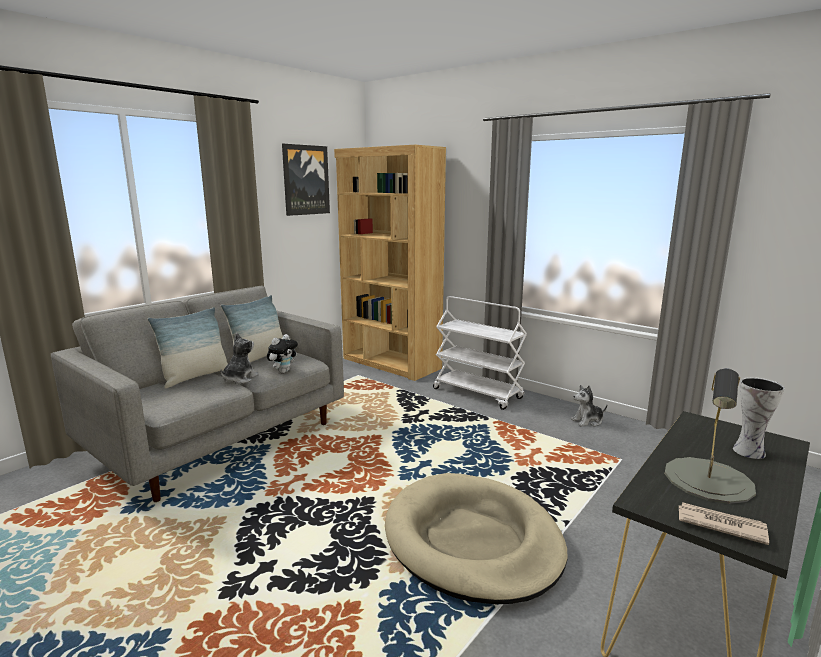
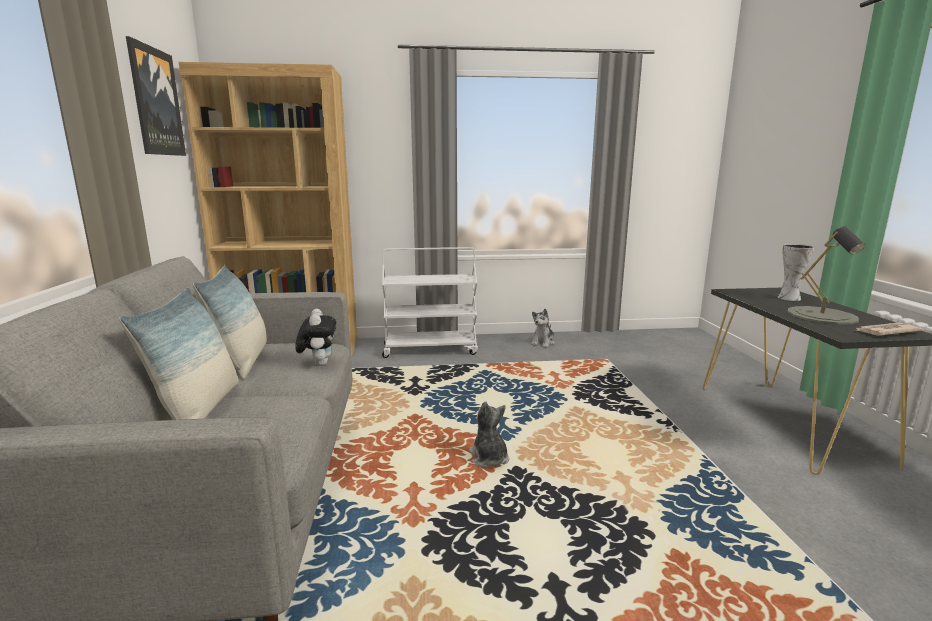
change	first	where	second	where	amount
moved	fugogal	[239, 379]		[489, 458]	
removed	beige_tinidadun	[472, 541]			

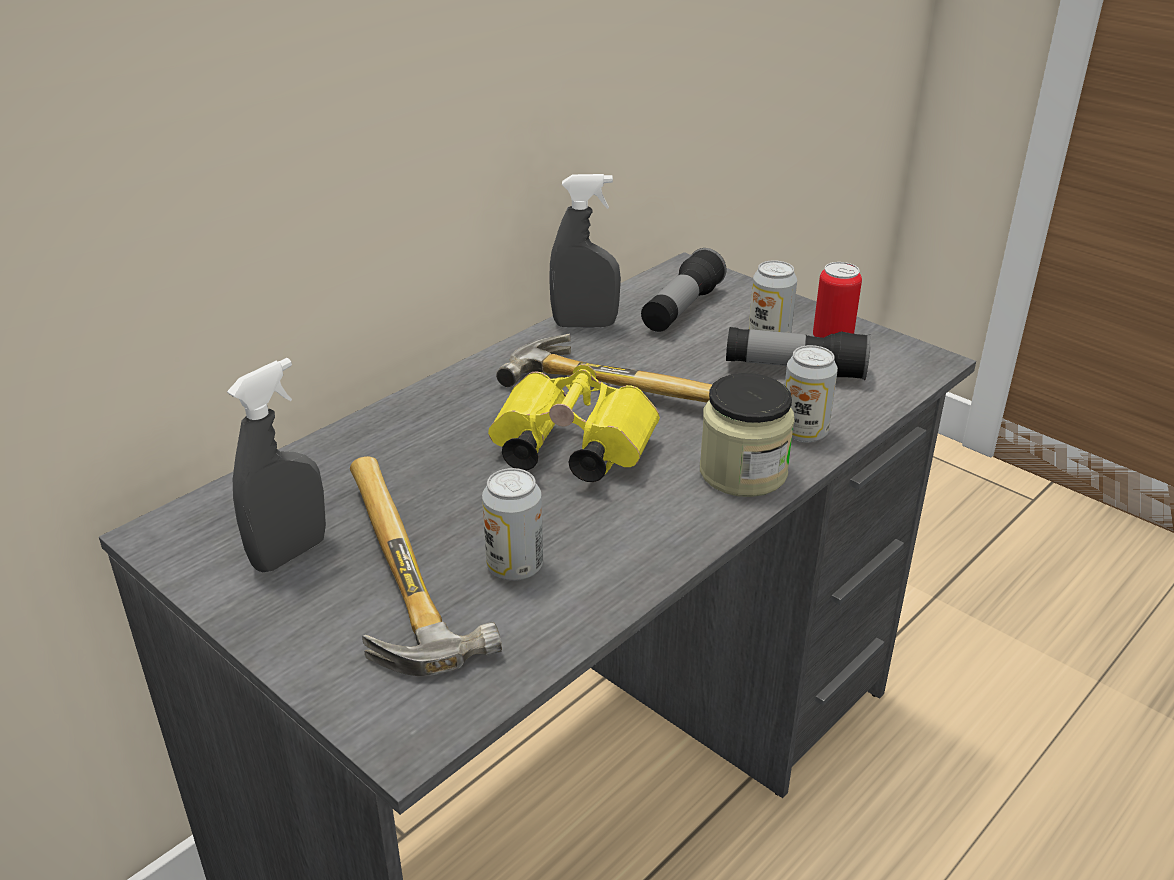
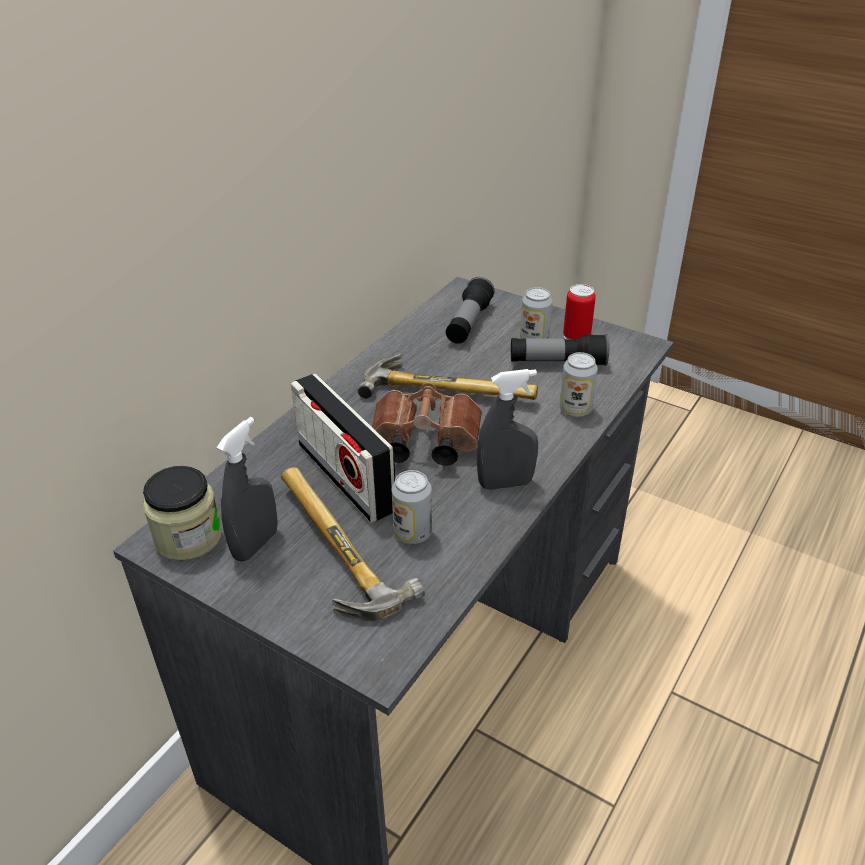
change	first	where	second	where	amount
moved	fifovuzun	[743, 472]		[188, 537]	
added			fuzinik	[345, 477]	
recoloured	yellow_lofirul	[567, 452]	brown_lofirul	[422, 443]	
moved	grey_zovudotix	[585, 325]		[505, 483]	

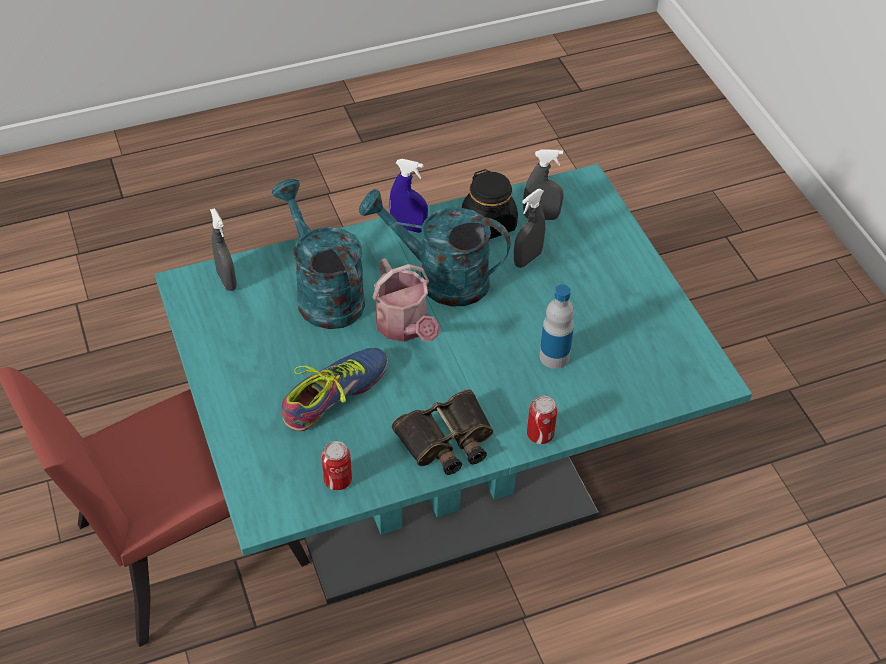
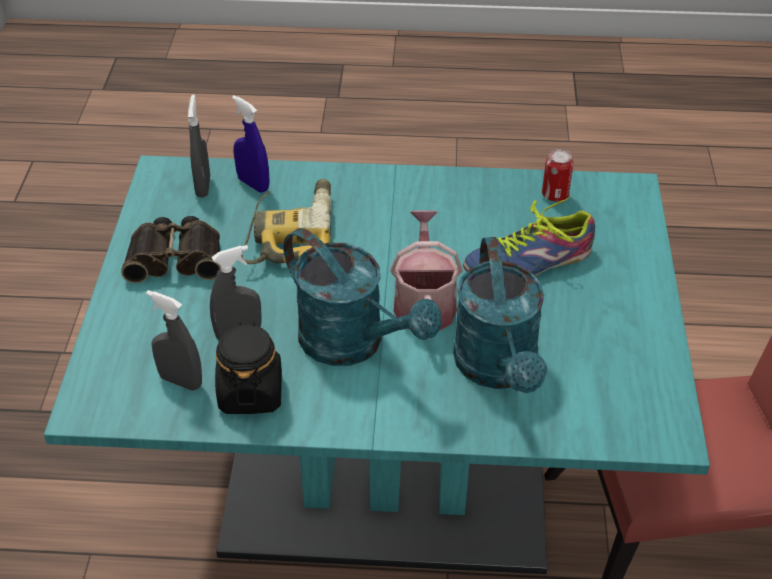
change	first	where	second	where	amount
moved	lofirul	[447, 441]		[176, 257]	
moved	grey_zovudotix	[226, 280]		[203, 187]	
moved	blue_zovudotix	[408, 227]		[253, 184]	
replaced	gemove	[554, 357]	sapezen	[290, 231]	
removed	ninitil	[540, 434]			

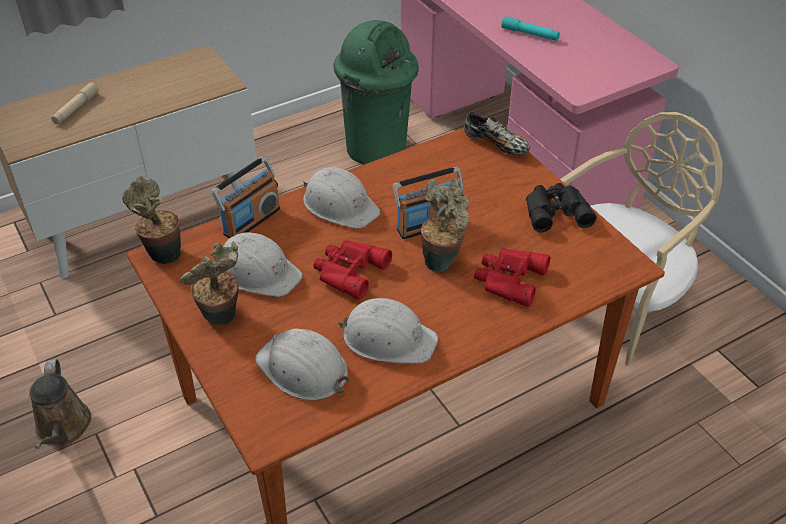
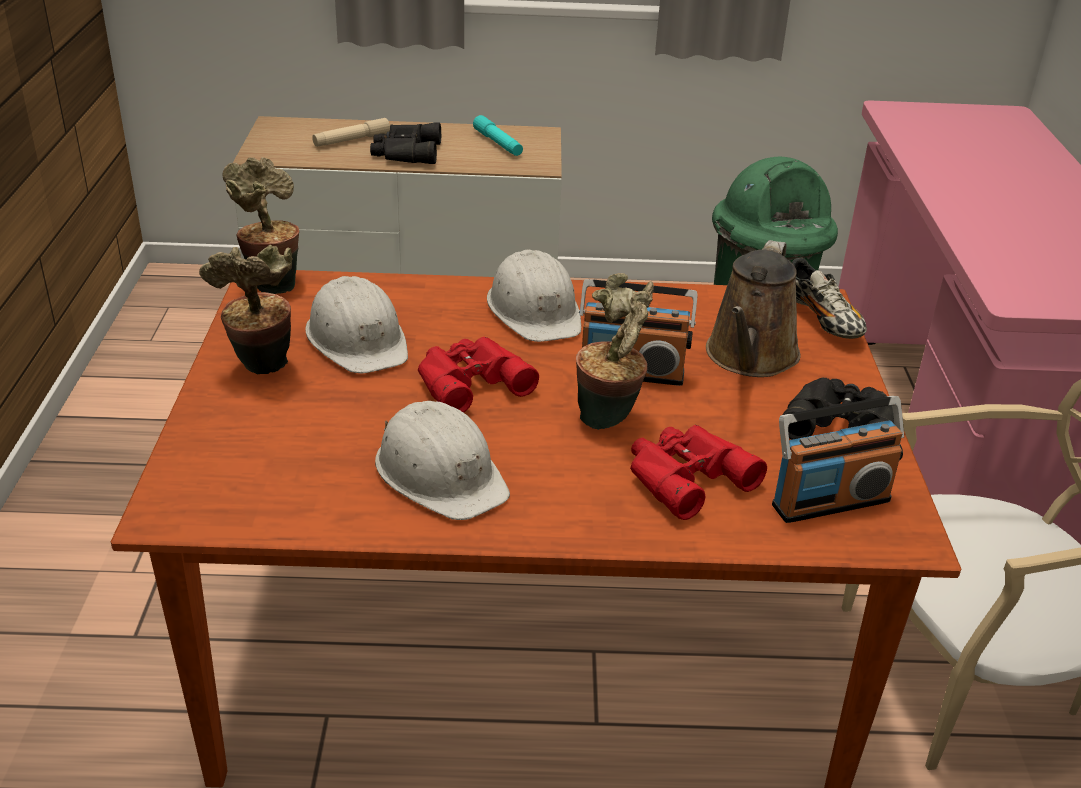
change	first	where	second	where	amount
added			black_lofirul	[405, 152]	
moved	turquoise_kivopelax	[530, 34]		[498, 143]	
moved	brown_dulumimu	[63, 428]		[750, 357]	
moved	fuzinik	[251, 221]		[829, 502]	
removed	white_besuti	[303, 369]			

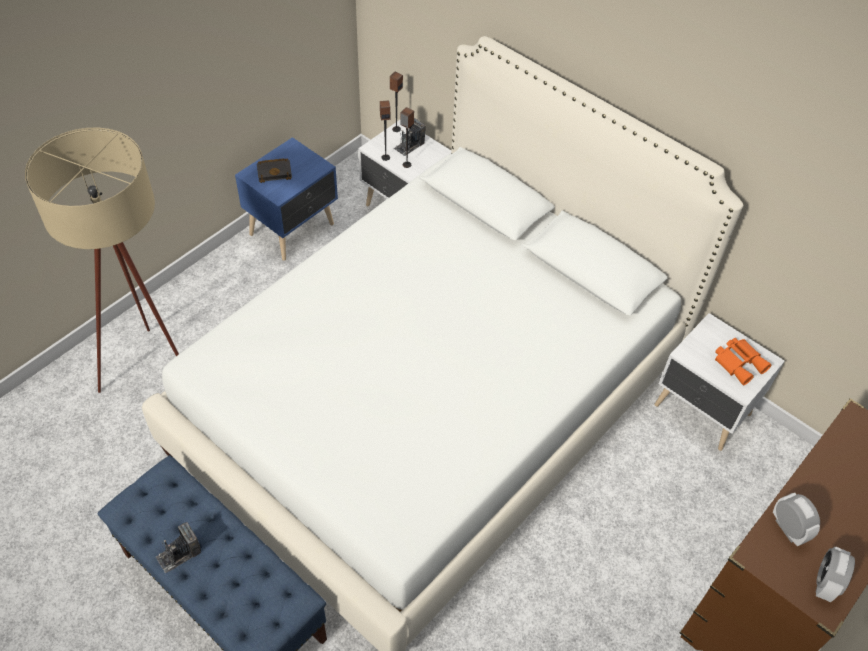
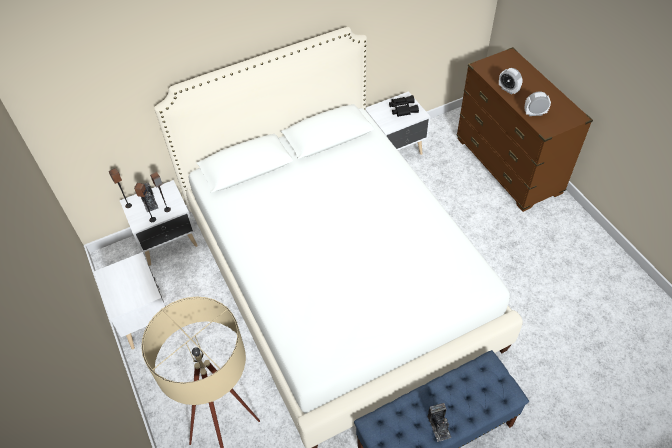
change	first	where	second	where	amount
recoloured	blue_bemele	[294, 229]	white_bemele	[145, 318]	
recoloured	orange_lofirul	[739, 362]	black_lofirul	[402, 108]	
moved	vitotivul	[825, 583]		[508, 89]	
removed	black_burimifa	[275, 172]			

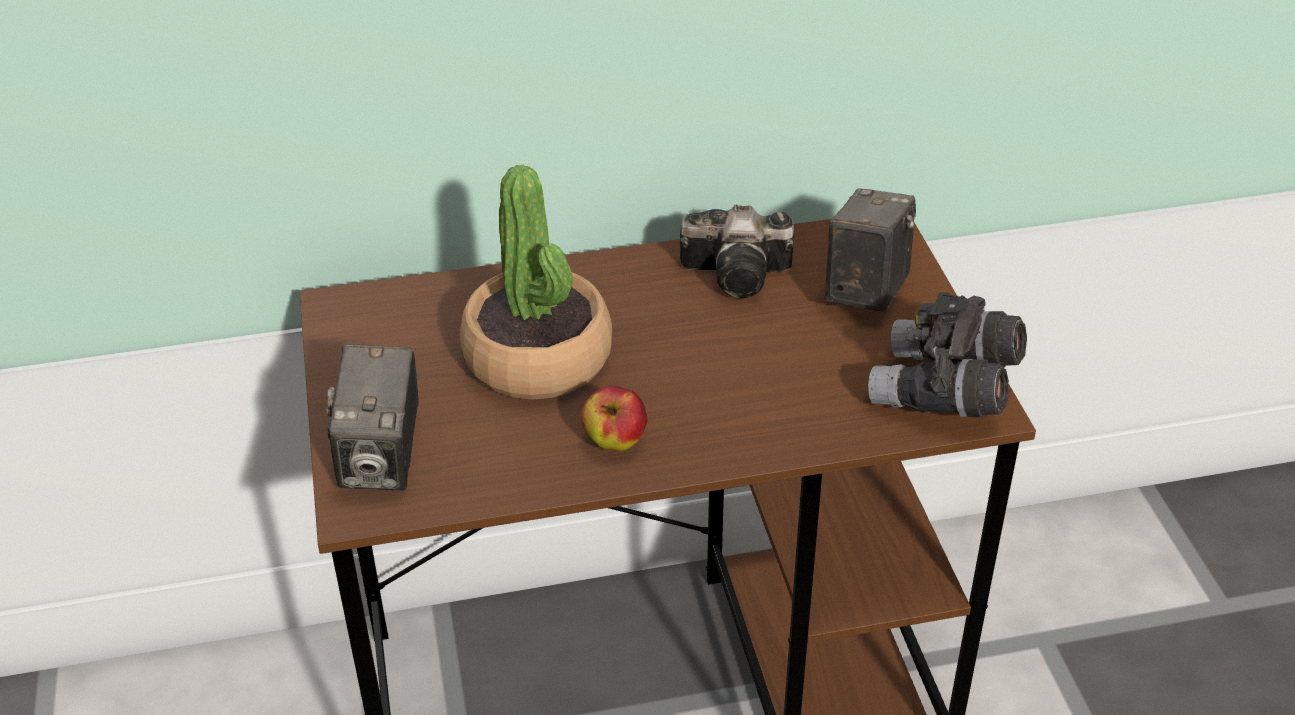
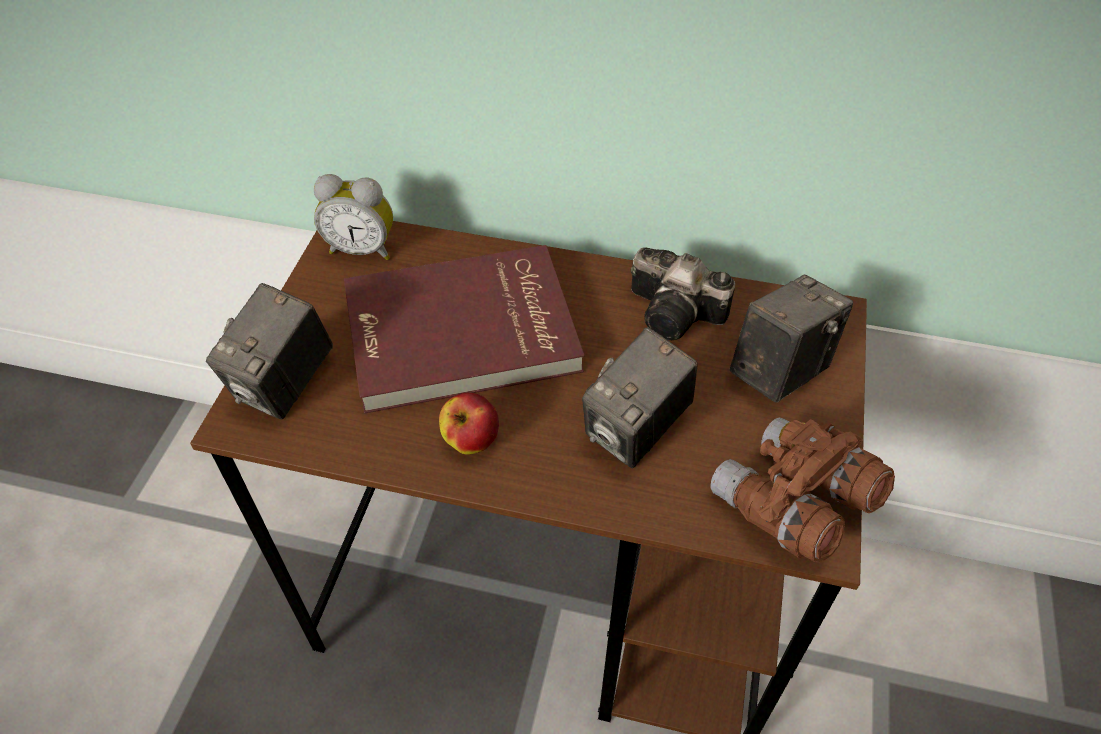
change	first	where	second	where	amount
added			vitotivul	[362, 249]	
replaced	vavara	[538, 358]	red_burimifa	[462, 335]	
added			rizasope	[636, 430]	
recoloured	grey_lofirul	[944, 392]	brown_lofirul	[792, 505]	

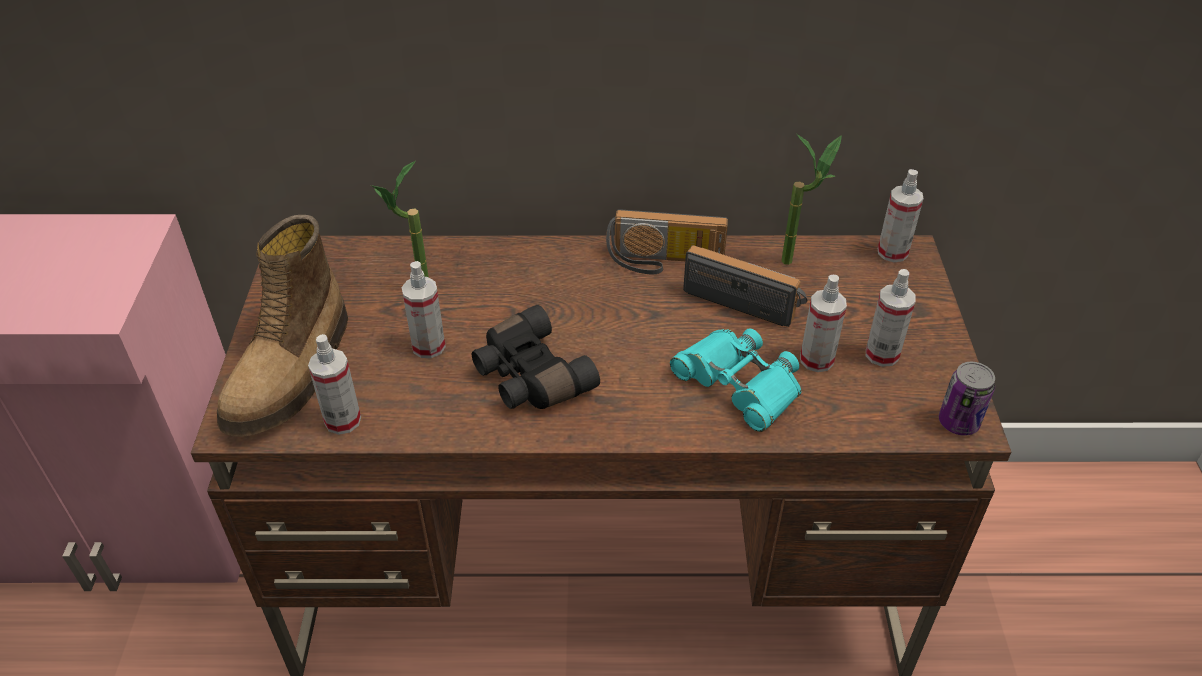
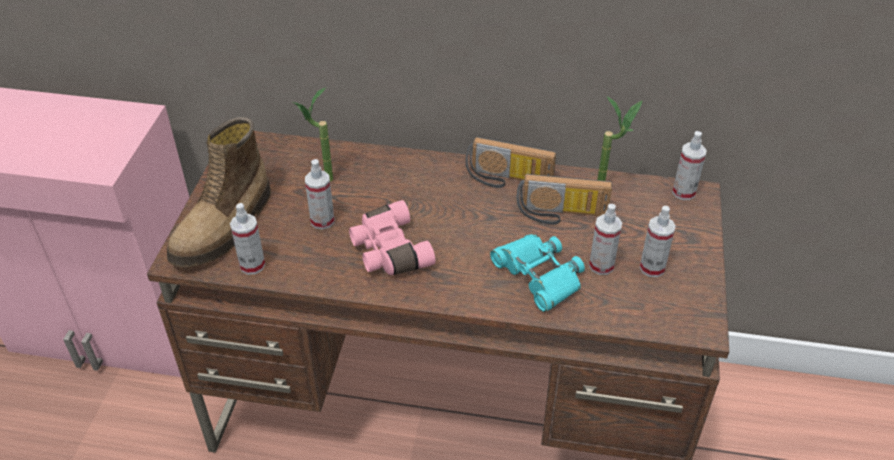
change	first	where	second	where	amount
recoloured	black_lofirul	[529, 376]	pink_lofirul	[388, 251]	
turned	fuzinik	[746, 299]		[561, 214]	150 degrees clockwise
removed	ninitil	[958, 422]			

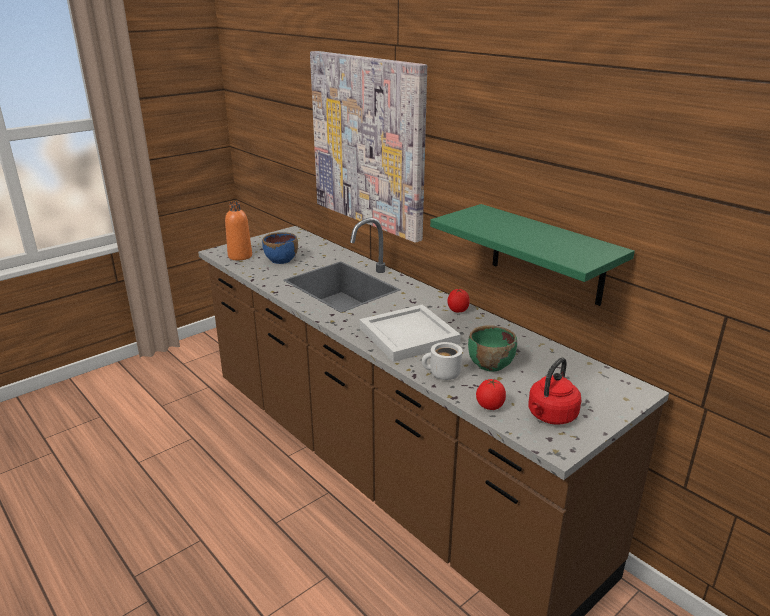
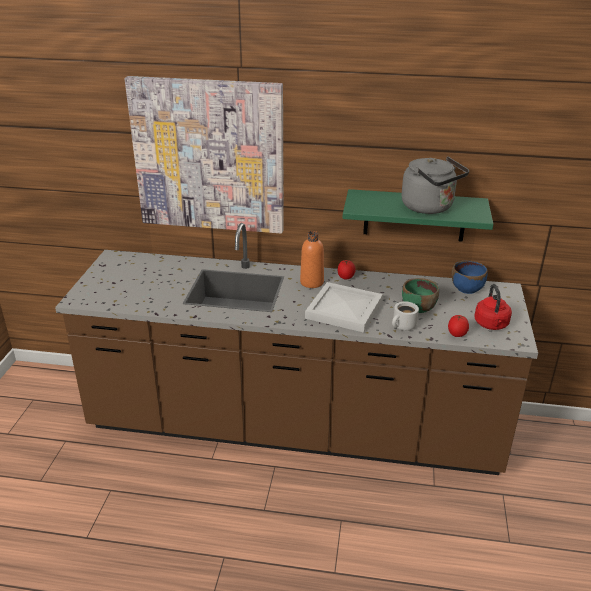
change	first	where	second	where	amount
moved	orange_gemove	[240, 256]		[311, 282]	
added			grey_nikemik	[430, 208]	
moved	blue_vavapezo	[281, 260]		[467, 288]	

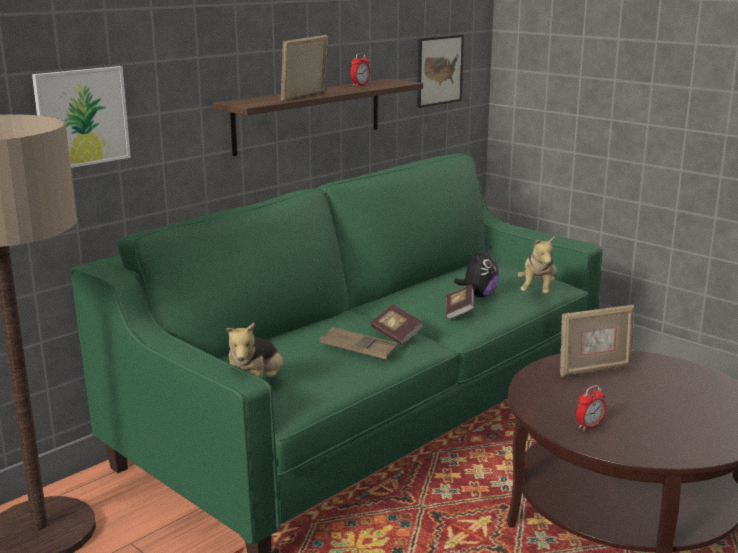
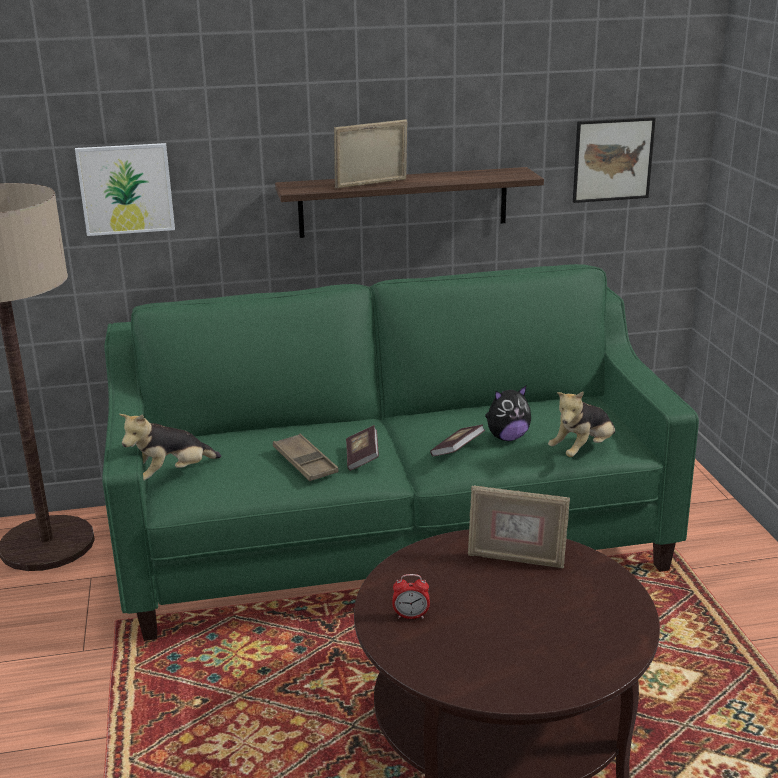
change	first	where	second	where	amount
removed	vitotivul	[360, 85]			

